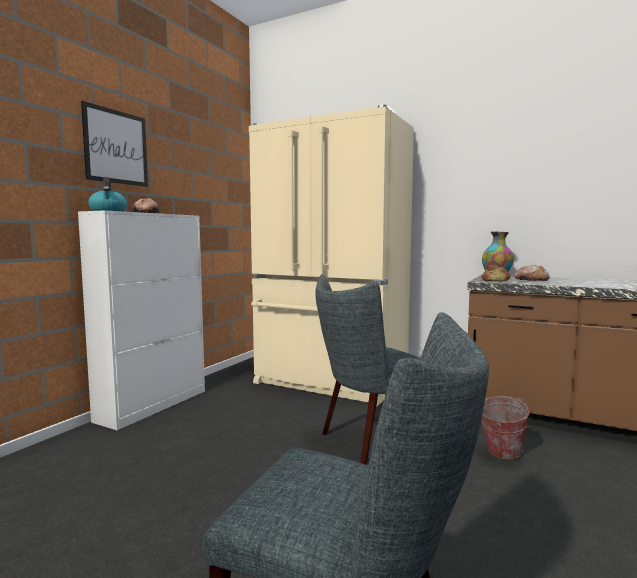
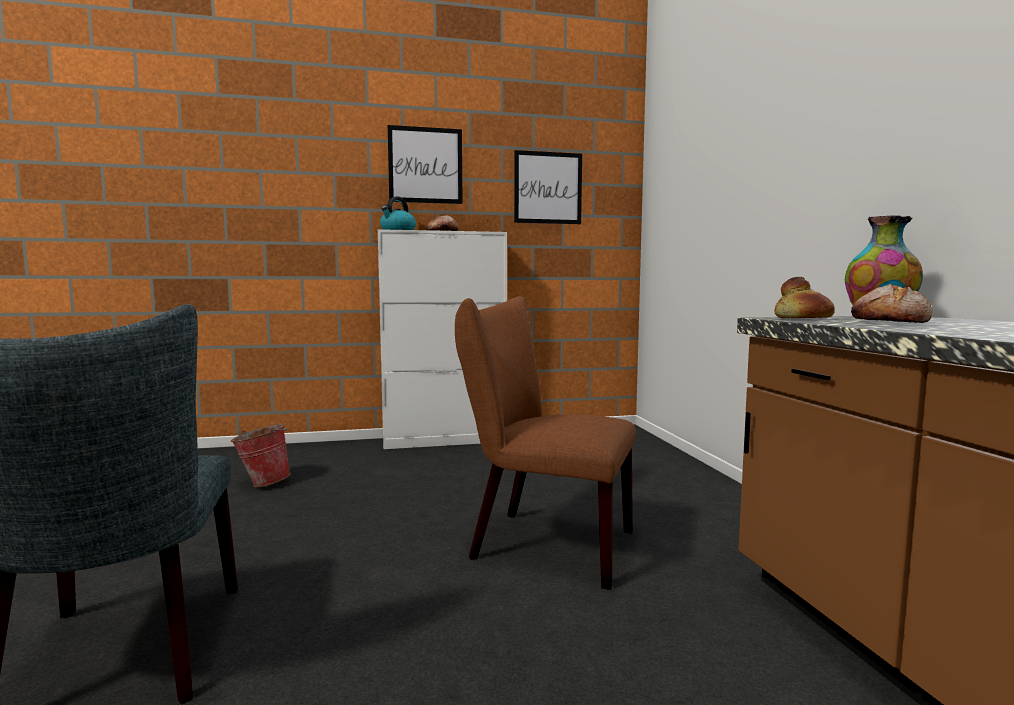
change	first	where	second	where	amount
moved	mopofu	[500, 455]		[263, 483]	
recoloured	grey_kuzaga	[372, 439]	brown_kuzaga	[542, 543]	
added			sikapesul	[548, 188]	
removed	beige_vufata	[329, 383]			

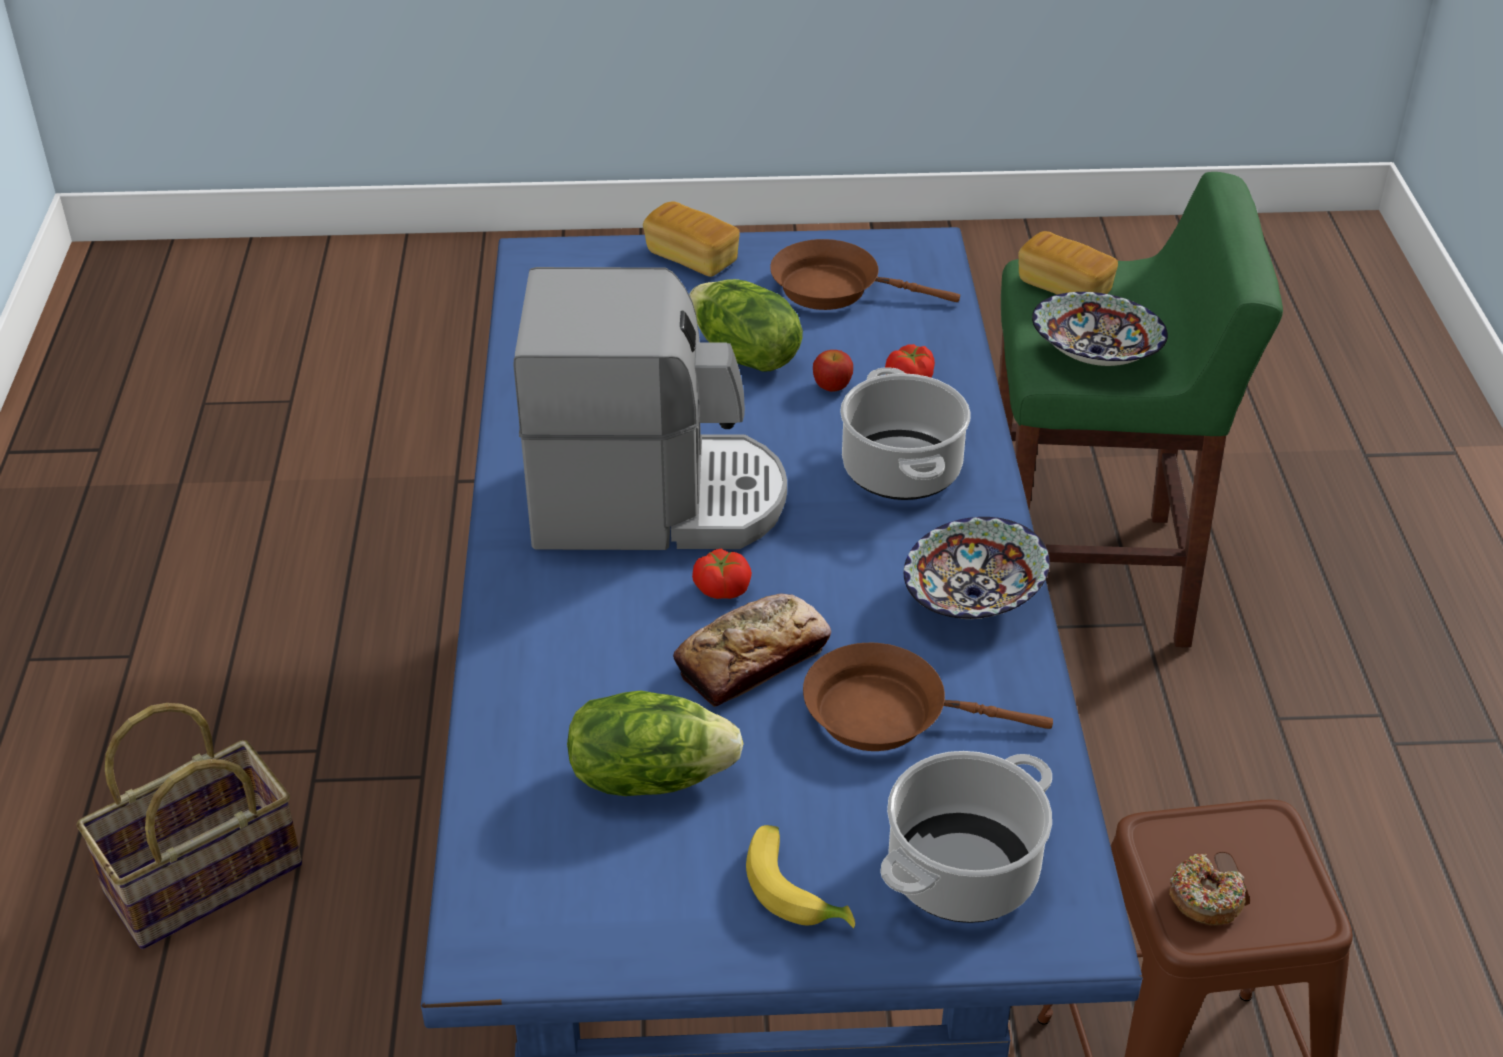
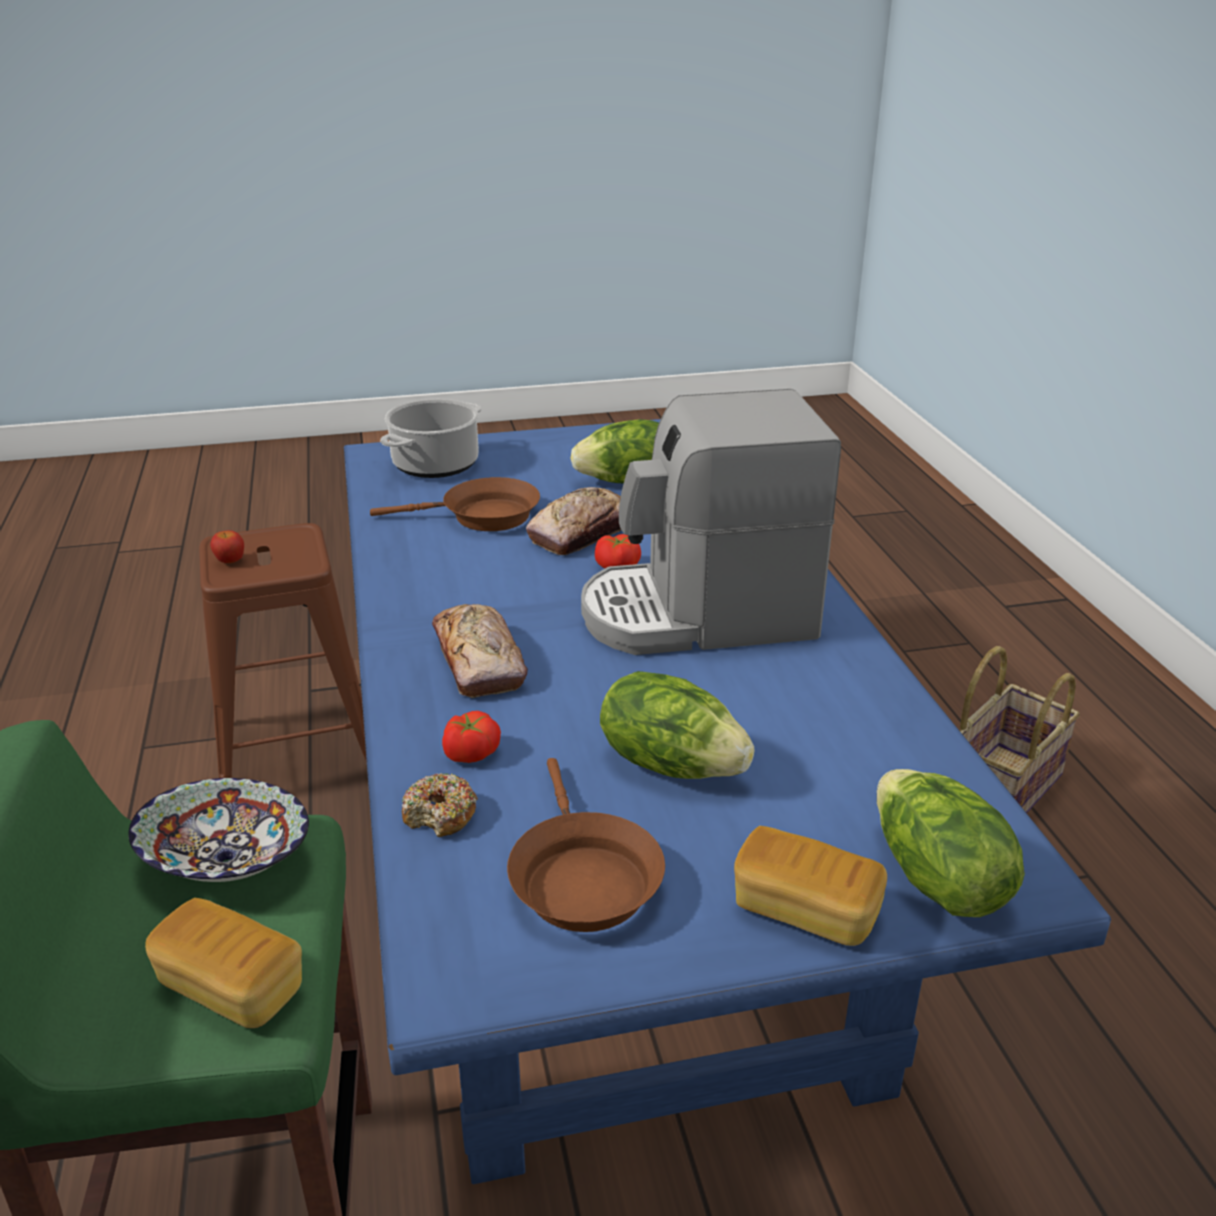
change	first	where	second	where	amount
moved	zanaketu	[832, 386]		[230, 560]	
moved	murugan	[1205, 899]		[440, 815]	
replaced	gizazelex	[900, 469]	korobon	[479, 662]	
turned	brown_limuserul	[834, 288]		[581, 878]	75 degrees clockwise
added			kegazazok	[935, 879]	
removed	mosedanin	[798, 889]			
removed	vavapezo	[972, 598]			

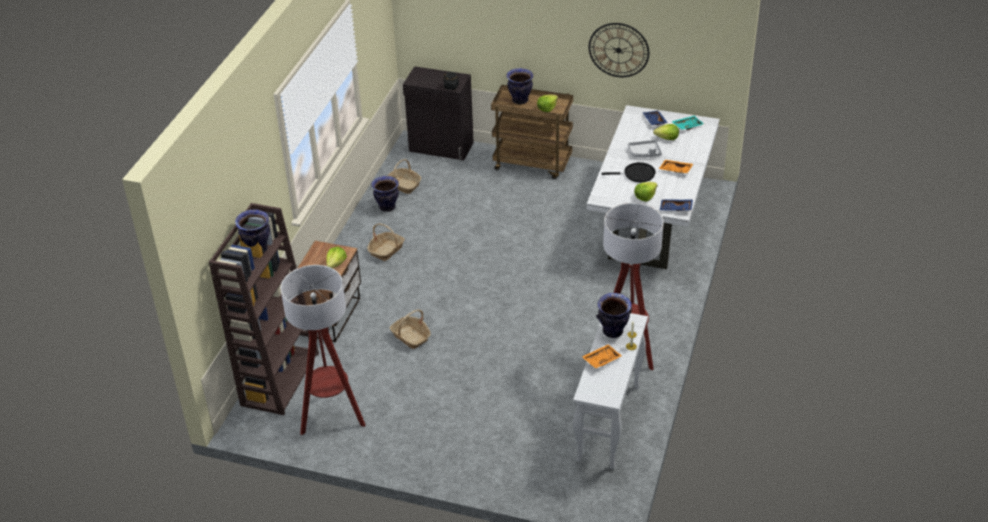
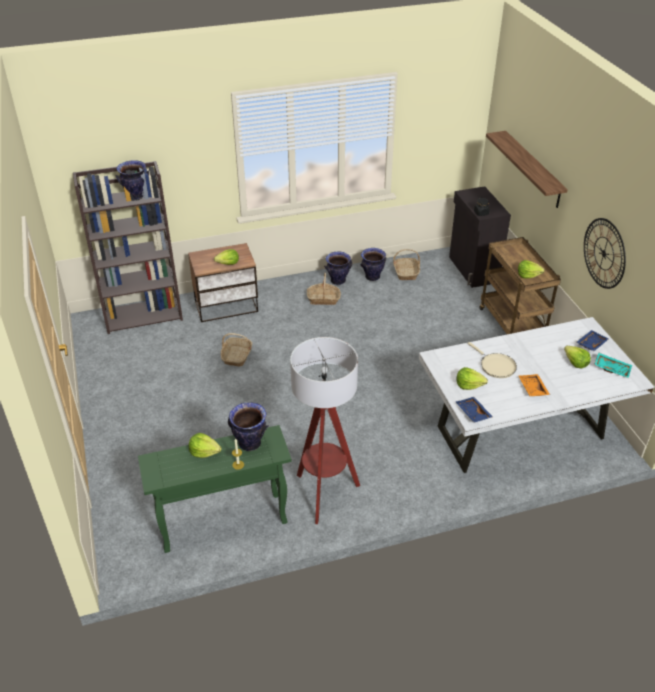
change	first	where	second	where	amount
recoloured	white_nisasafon	[608, 423]	green_nisasafon	[222, 523]	
replaced	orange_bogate	[601, 359]	kegazazok	[204, 452]	
moved	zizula	[519, 100]		[338, 280]	
recoloured	black_limuserul	[637, 174]	beige_limuserul	[495, 366]	
added			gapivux	[532, 169]	
removed	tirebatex	[332, 416]			
removed	grey_bogate	[644, 153]			

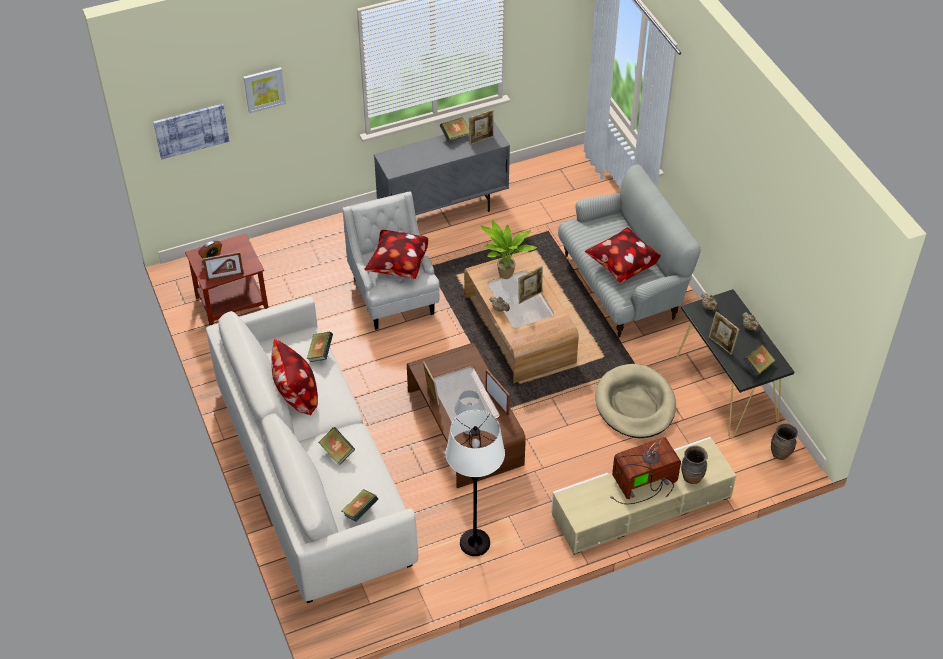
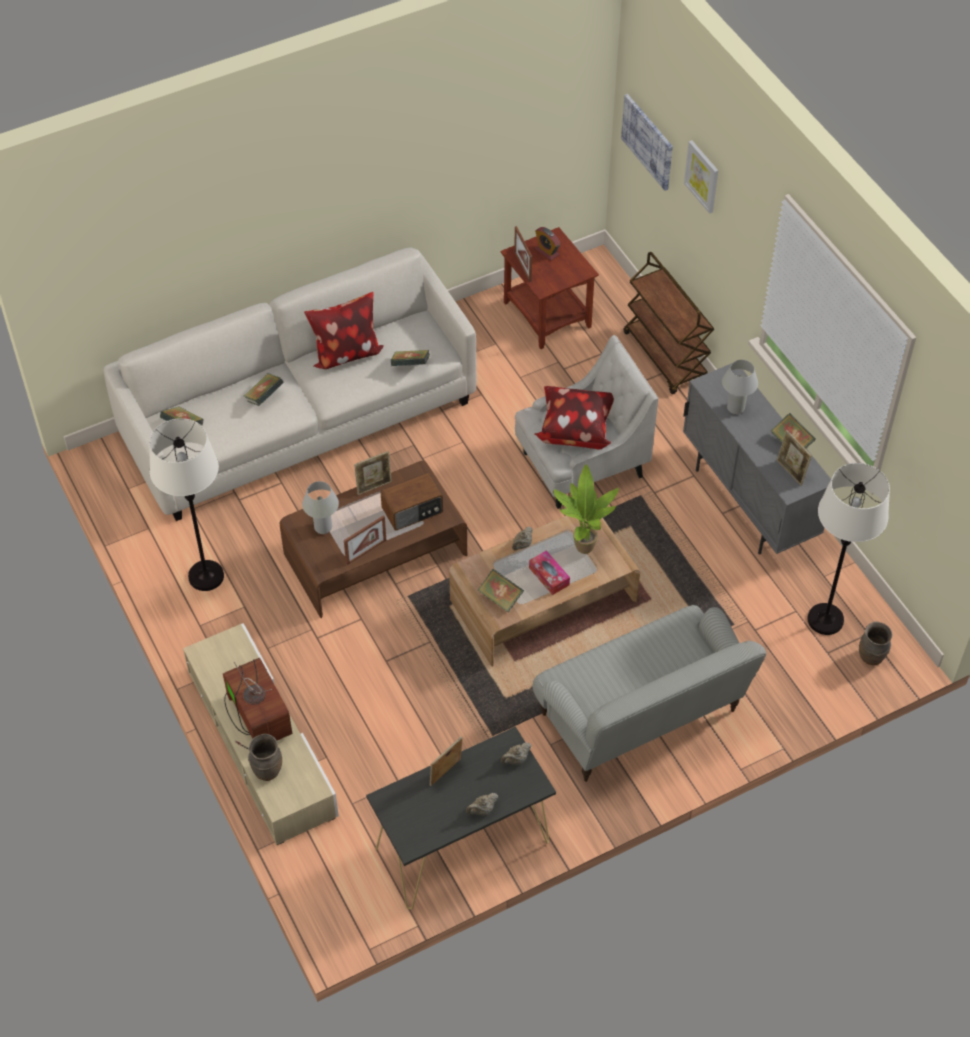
change	first	where	second	where	amount
added			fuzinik	[413, 511]	
moved	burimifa	[757, 366]		[500, 598]	
replaced	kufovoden	[530, 296]	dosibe	[549, 576]	
added			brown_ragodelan	[666, 357]	
added			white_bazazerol	[735, 408]	
added			white_tirebatex	[825, 620]	
moved	brown_zizula	[780, 453]		[871, 657]	
removed	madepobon	[621, 266]			
removed	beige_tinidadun	[635, 404]			

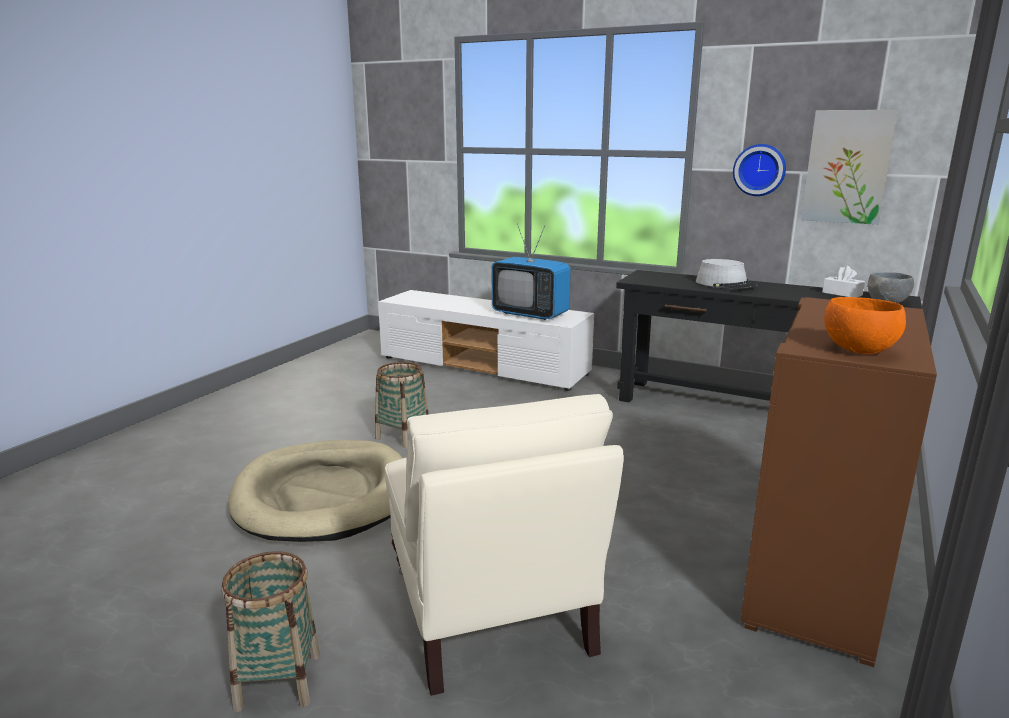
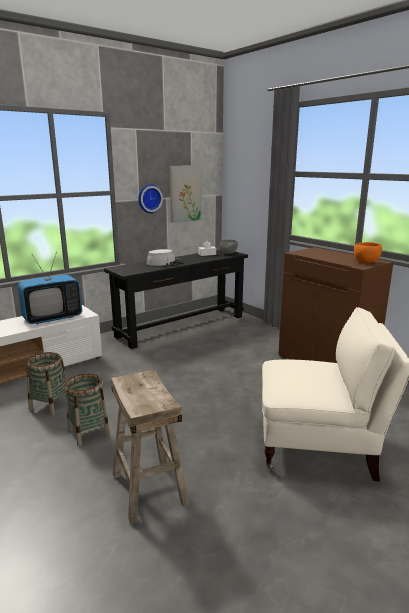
change	first	where	second	where	amount
moved	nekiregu	[278, 681]		[50, 405]	
replaced	beige_tinidadun	[324, 496]	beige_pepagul	[148, 488]	

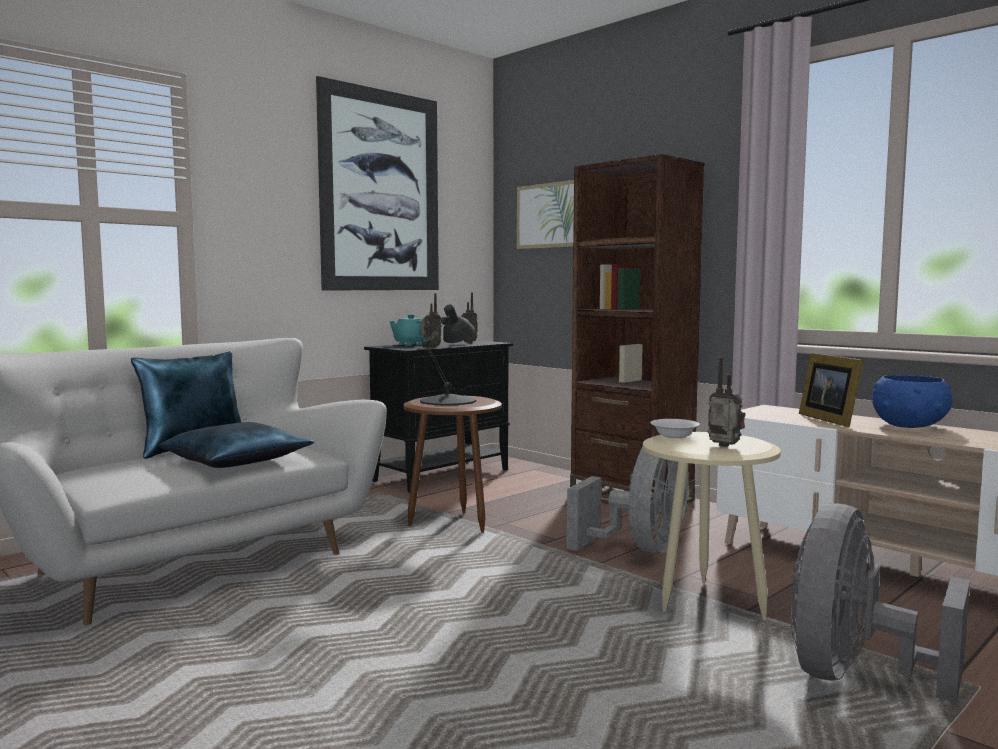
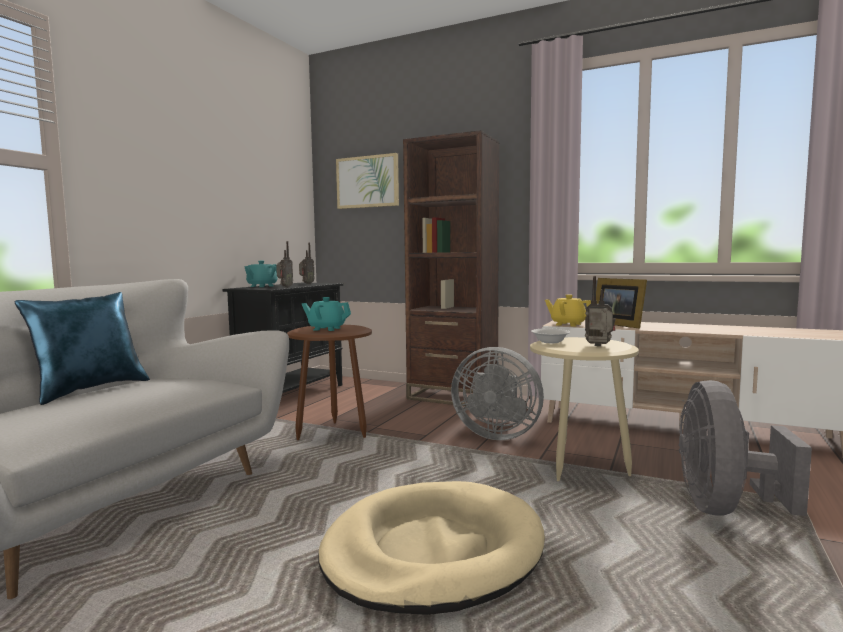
change	first	where	second	where	amount
replaced	black_bazazerol	[449, 401]	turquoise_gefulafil	[326, 329]	
added			beige_tinidadun	[432, 551]	
turned	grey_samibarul	[641, 549]		[496, 434]	105 degrees clockwise
added			yellow_gefulafil	[568, 324]	
removed	blue_madepobon	[237, 461]			
removed	sikapesul	[381, 191]			
removed	blue_vavapezo	[909, 426]			

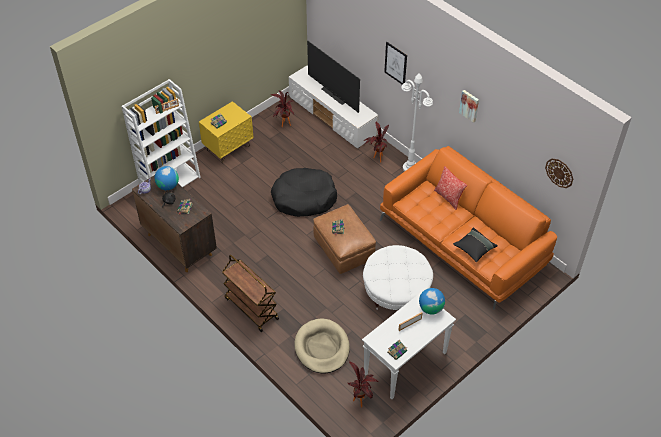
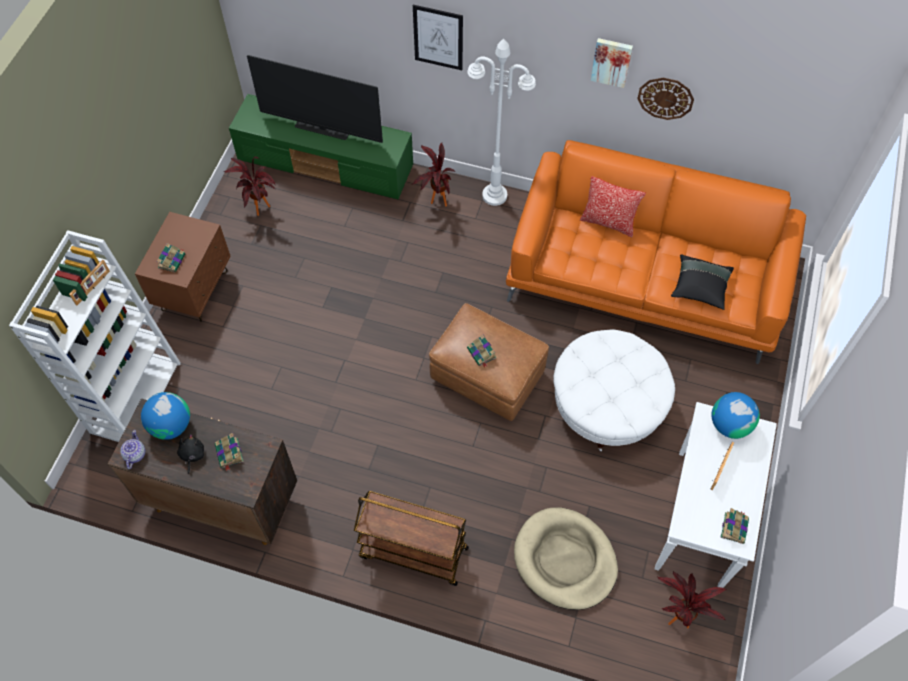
change	first	where	second	where	amount
recoloured	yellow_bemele	[228, 148]	brown_bemele	[195, 291]	
recoloured	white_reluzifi	[333, 117]	green_reluzifi	[326, 164]	
moved	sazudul	[559, 173]		[665, 98]	
removed	black_tinidadun	[304, 198]			

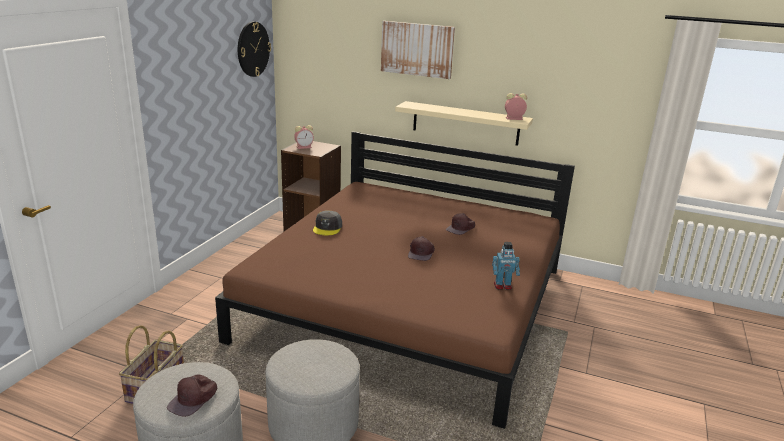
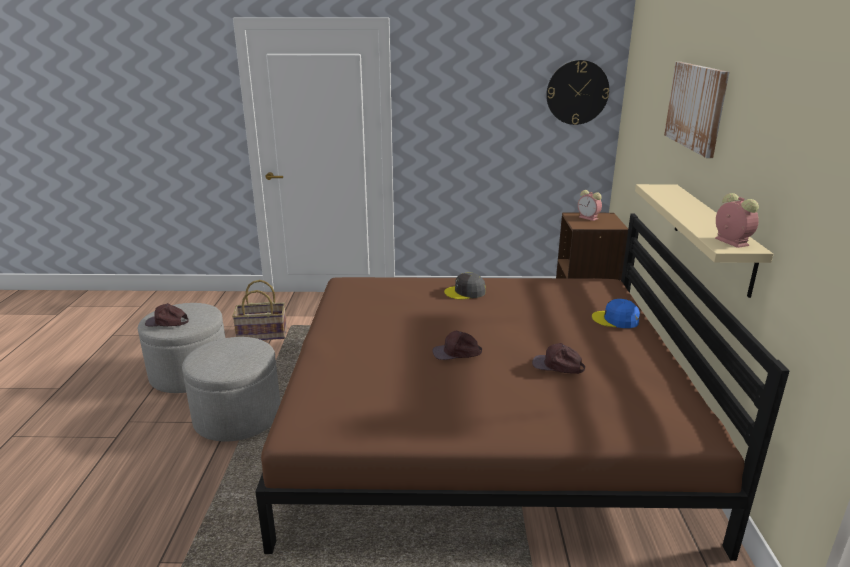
change	first	where	second	where	amount
added			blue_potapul	[615, 320]	
removed	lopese	[502, 286]			

